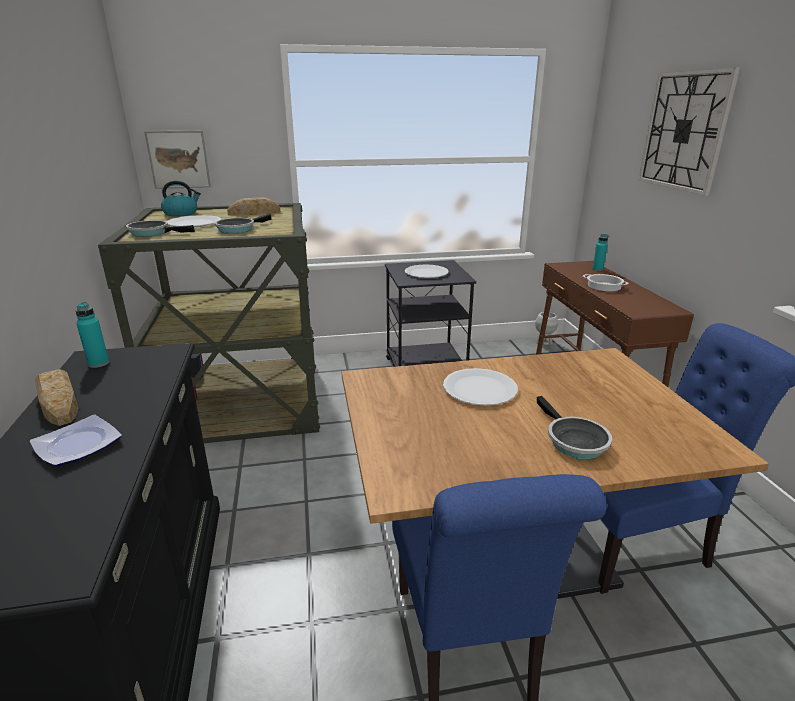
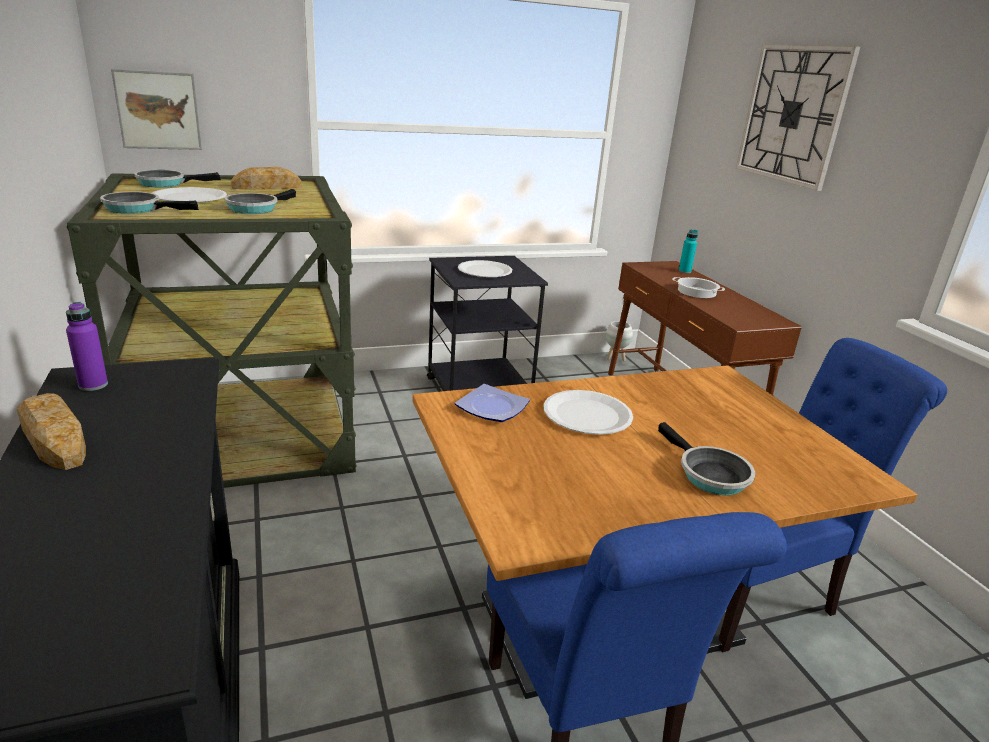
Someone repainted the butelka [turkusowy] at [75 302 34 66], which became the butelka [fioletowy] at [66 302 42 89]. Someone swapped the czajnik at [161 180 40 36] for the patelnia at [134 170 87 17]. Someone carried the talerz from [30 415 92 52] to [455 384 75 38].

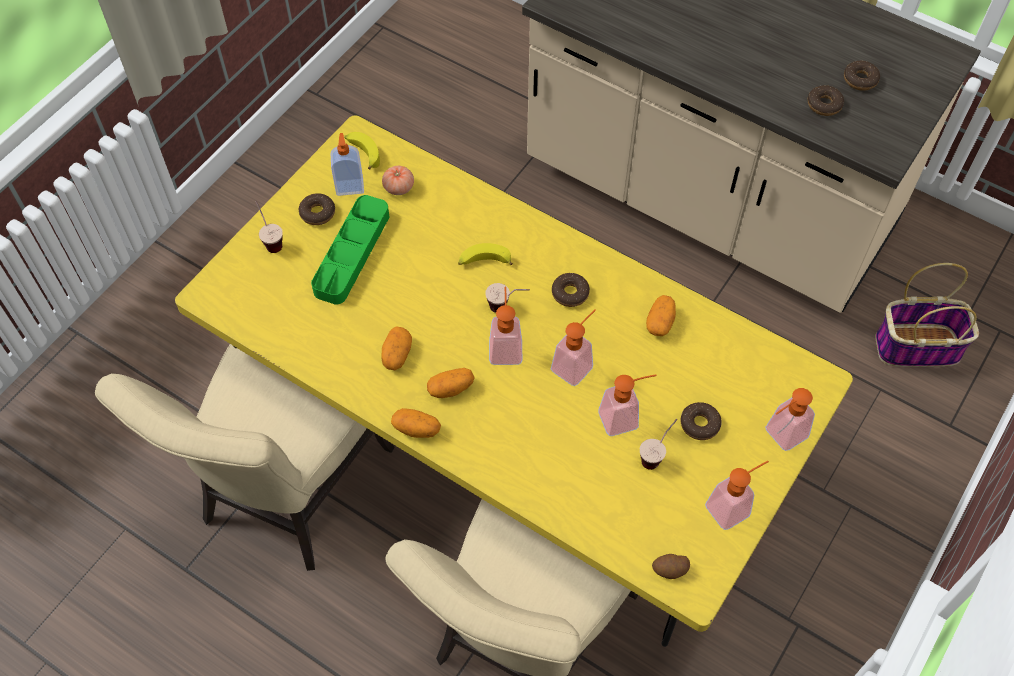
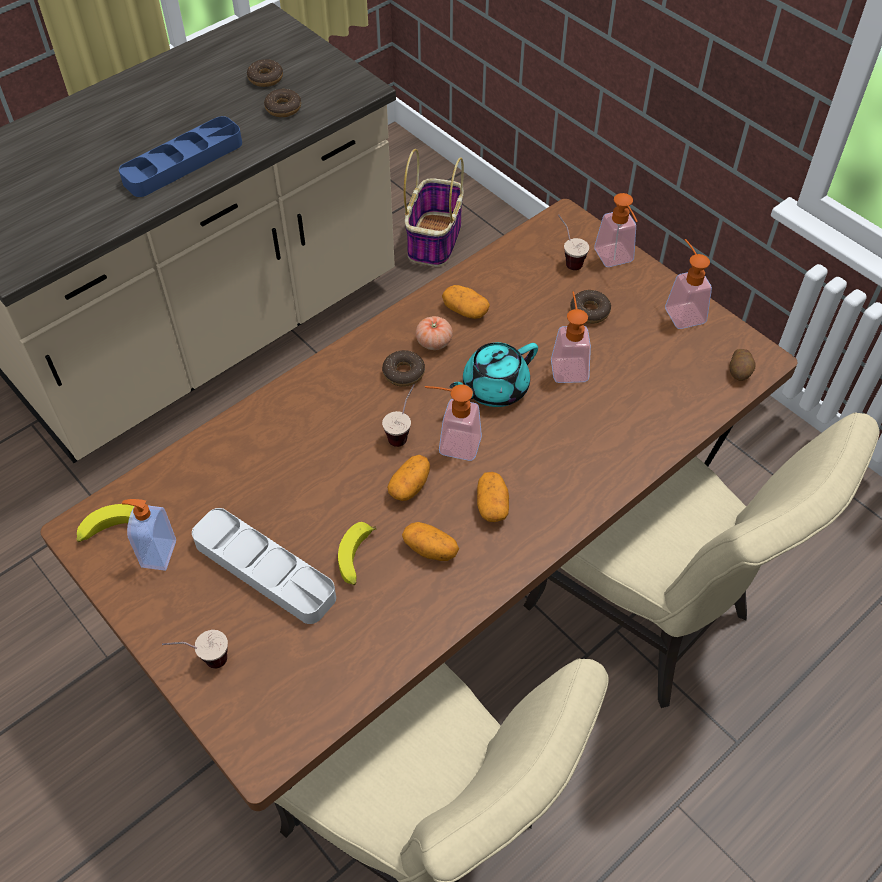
Someone repainted the stół jadalny [żółty] at [175 115 678 532], which became the stół jadalny [brązowy] at [40 199 758 627]. Someone put down the taca [niebieski] at [119 116 123 81]. Someone repainted the taca [zielony] at [311 195 78 110], which became the taca [szary] at [192 508 144 116]. Someone carried the banan from [458 243 55 22] to [338 522 38 63]. Someone carried the ziemniak from [391 408 50 30] to [387 455 43 46]. Someone carried the pomidor from [382 166 32 29] to [415 316 38 34]. Someone swapped the dozownik mydła at [551 309 45 77] for the imbryk [turkusowy] at [449 342 89 65]. Someone carried the filiżanka from [640 419 37 51] to [558 215 31 55]. Someone took away the donut at [299 193 36 32].

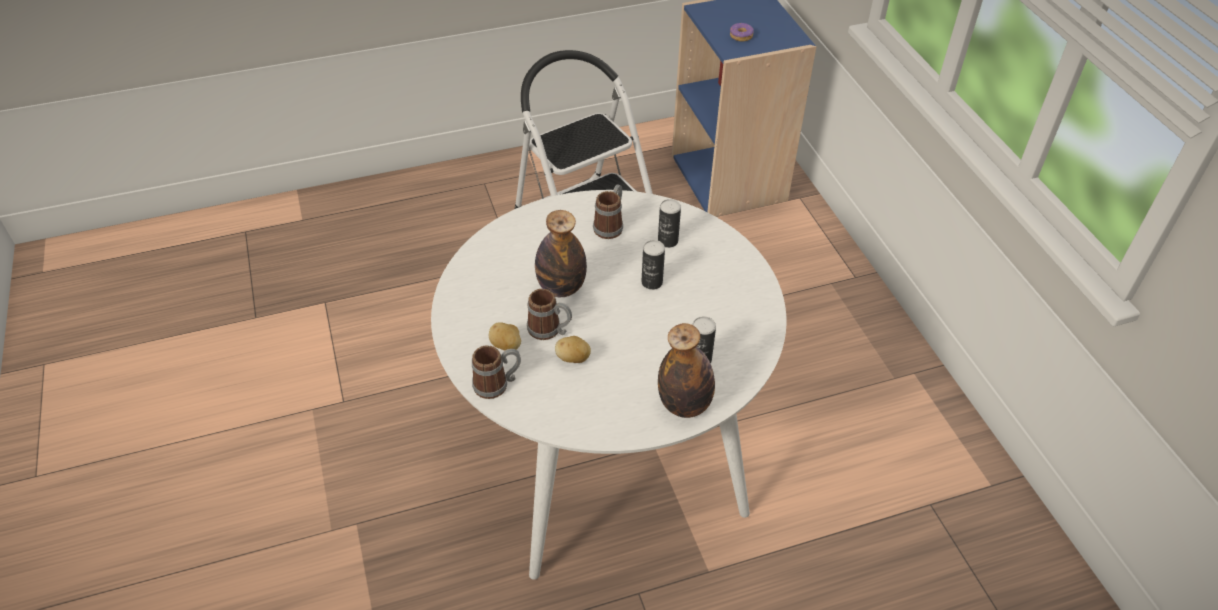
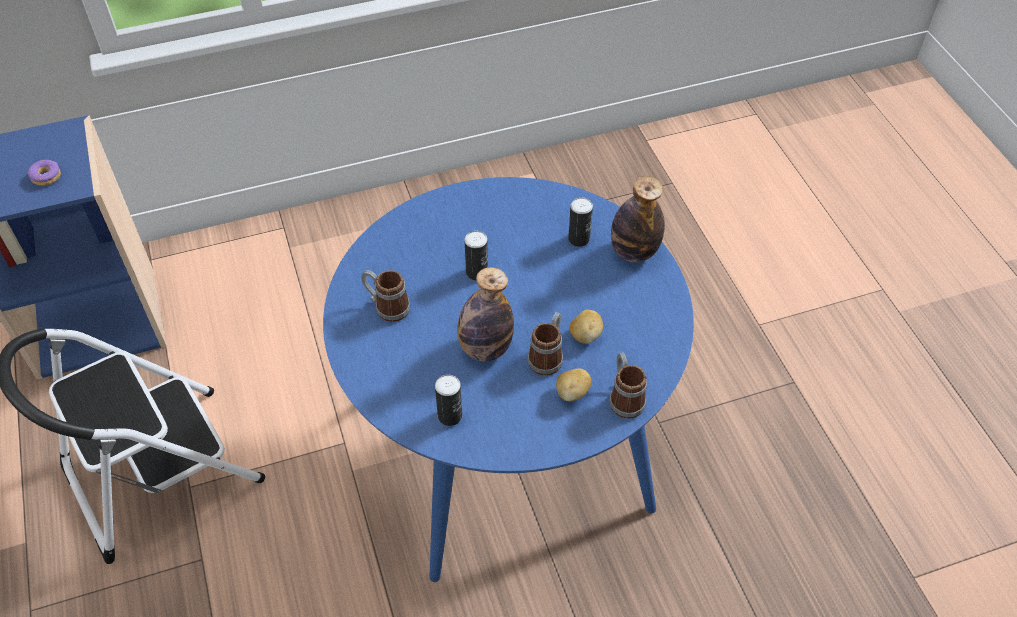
Someone repainted the stół jadalny [biały] at [431 190 356 390], which became the stół jadalny [niebieski] at [323 177 371 405]. Someone carried the puszka from [658 199 23 49] to [435 374 27 52].

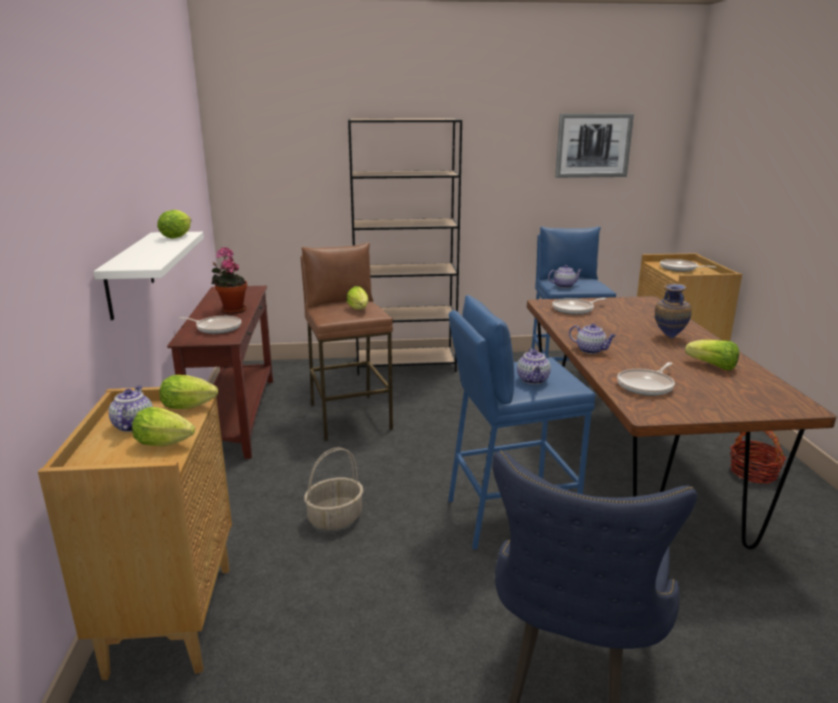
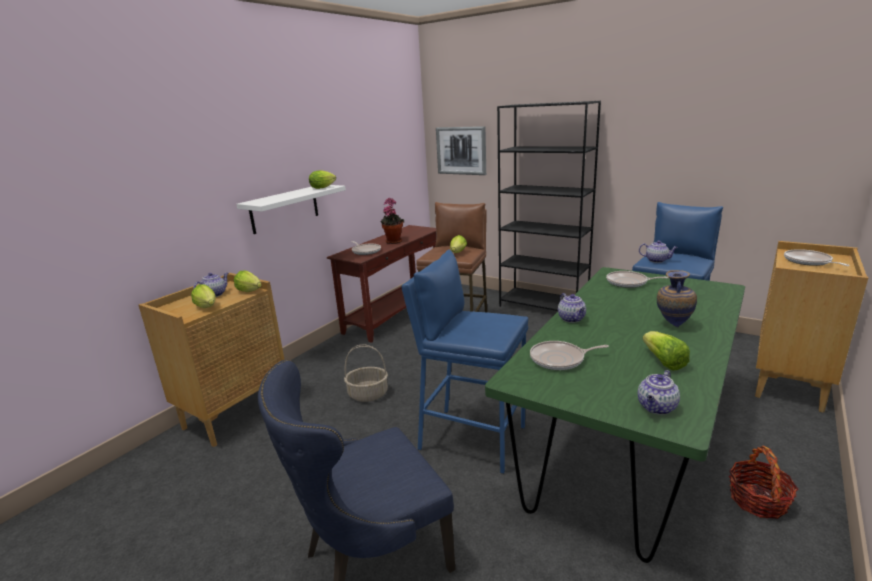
Someone carried the obraz from [555 114 79 64] to [436 126 50 49]. Someone repainted the stół jadalny [brązowy] at [527 296 310 253], which became the stół jadalny [zielony] at [485 267 260 296]. Someone repainted the regał [beżowy] at [348 118 114 257], which became the regał [czarny] at [497 101 104 210]. Someone carried the imbryk from [517 348 34 36] to [638 370 42 45].

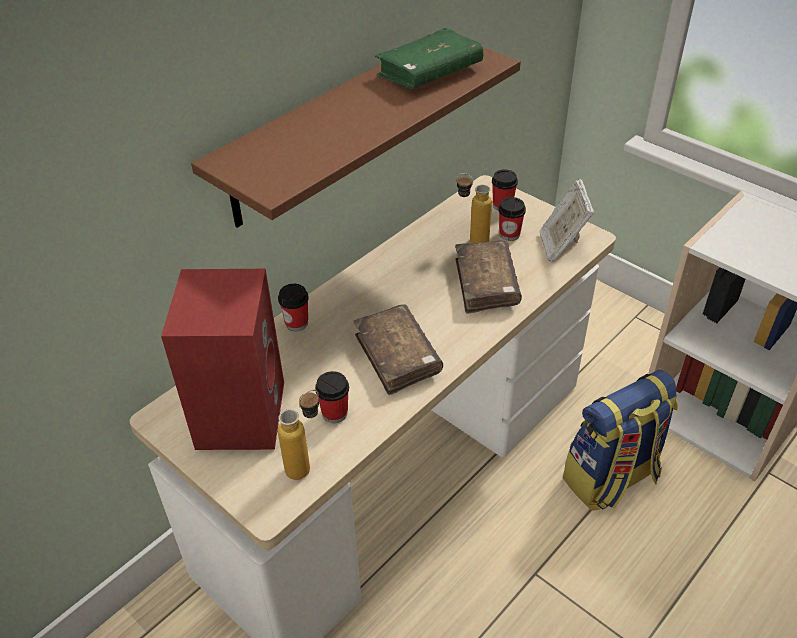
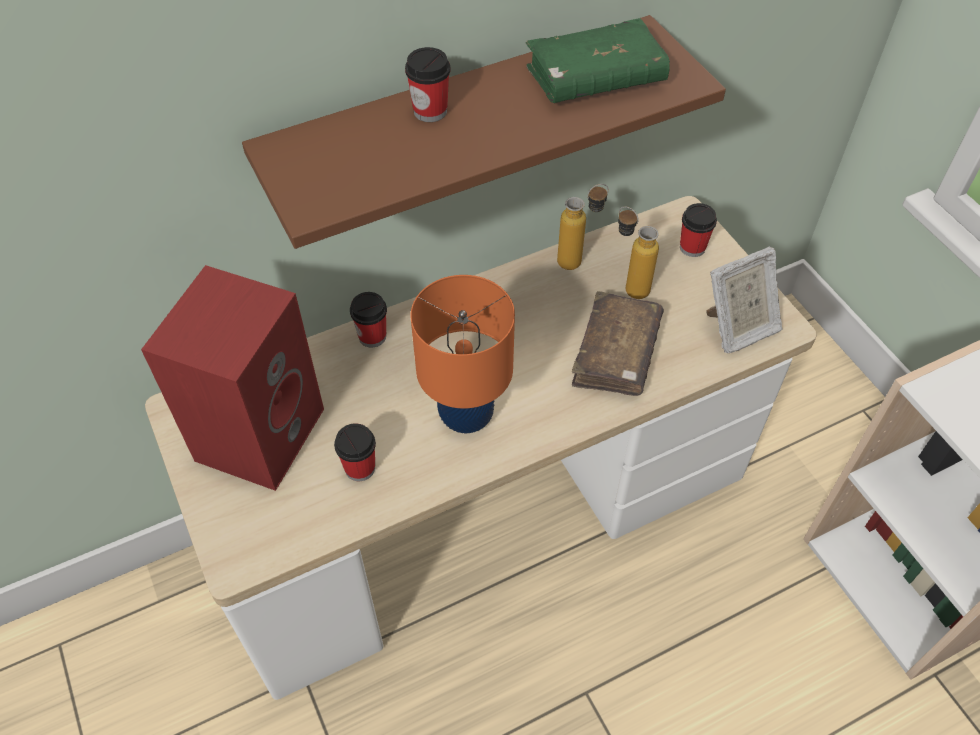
Someone carried the filiżanka from [498 197 28 44] to [405 47 45 75]. Someone swapped the książka [brązowy] at [353 304 90 91] for the lampa stołowa [pomarańczowy] at [410 275 105 158]. Someone carried the butelka from [278 390 41 90] to [557 184 52 86]. Someone rotated the ramka na zdjęcie at [540 179 55 84] by 135 degrees counterclockwise. Someone took away the plecak at [563 370 115 141].

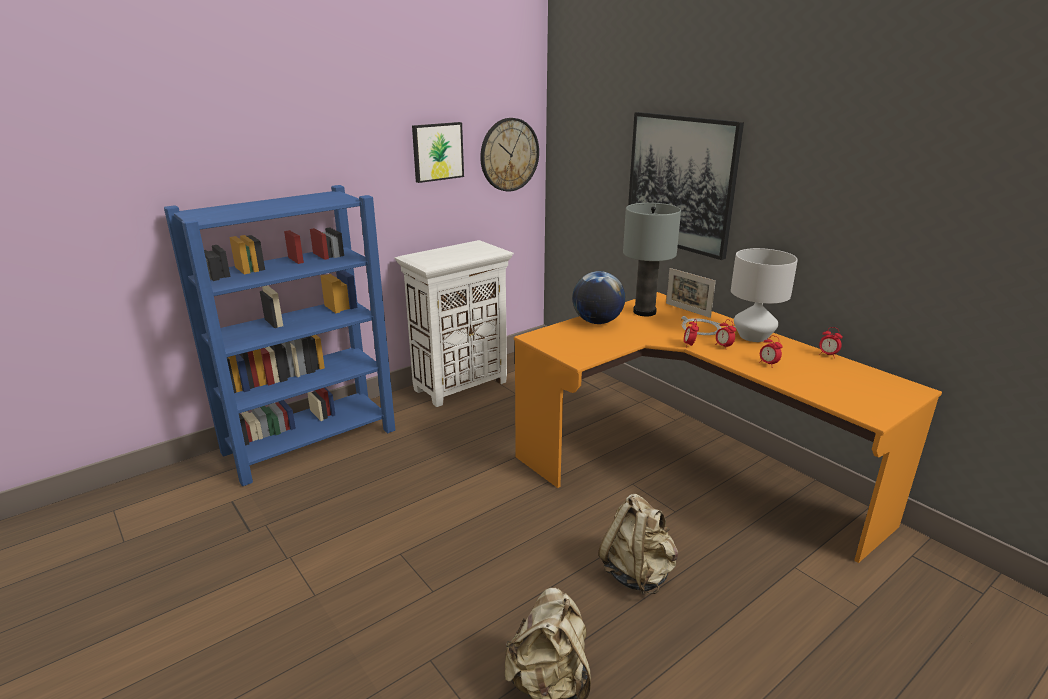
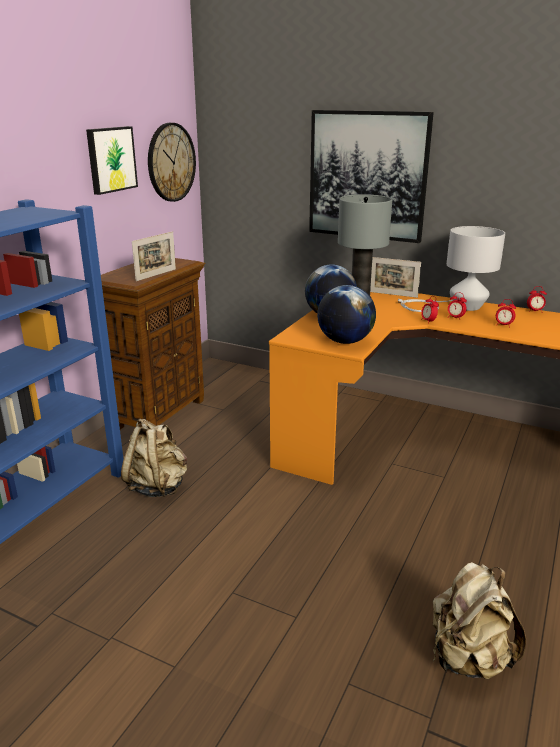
Someone repainted the szafka [biały] at [394 240 120 167], which became the szafka [brązowy] at [101 258 104 171]. Someone carried the plecak [beżowy] from [598 494 80 101] to [121 418 66 79]. Someone put down the ramka na zdjęcie at [132 231 44 50]. Someone put down the globus at [317 285 59 59].

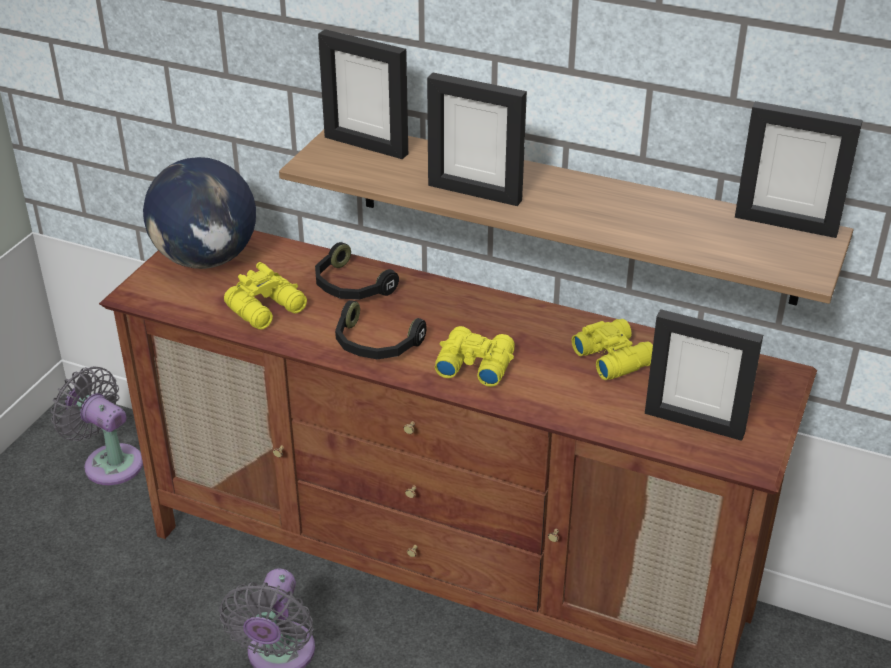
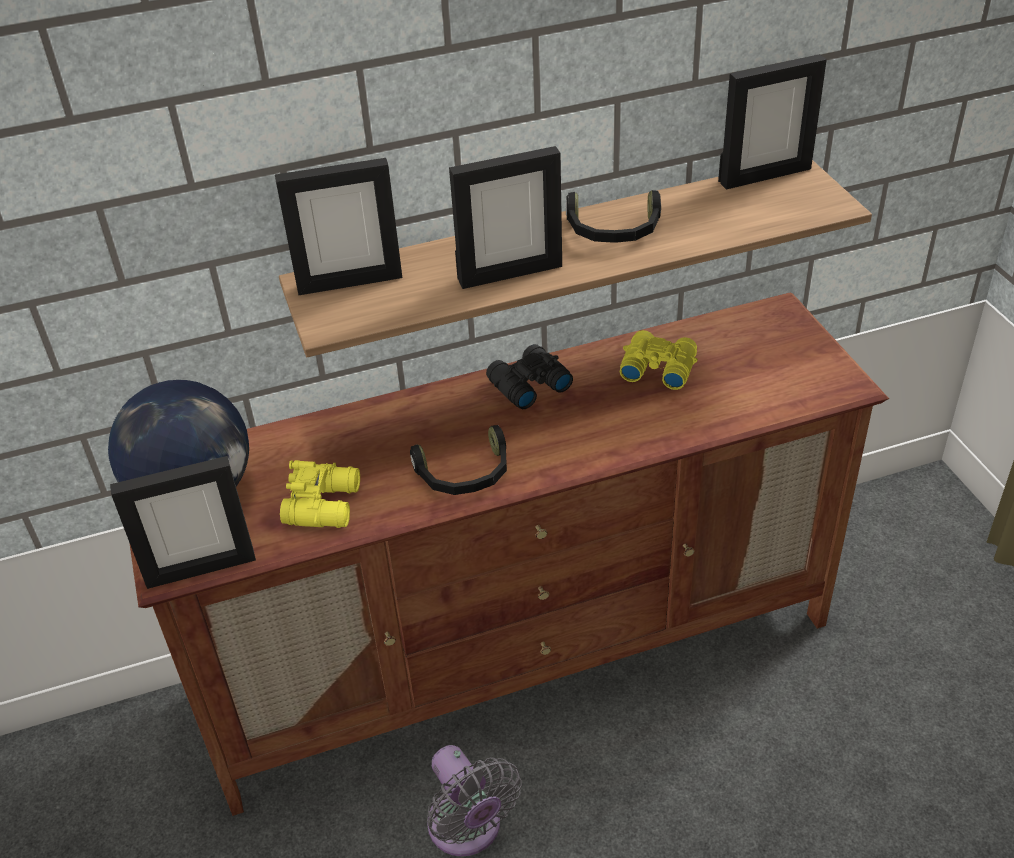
Someone carried the ramka na zdjęcie from [645 309 118 132] to [110 456 146 133]. Someone put down the lornetka [czarny] at [486 344 87 65]. Someone carried the słuchawki [czarny] from [315 242 84 58] to [566 190 95 53]. Someone took away the wentylator [szary] at [51 366 92 119]. Someone took away the lornetka [żółty] at [435 326 80 61].

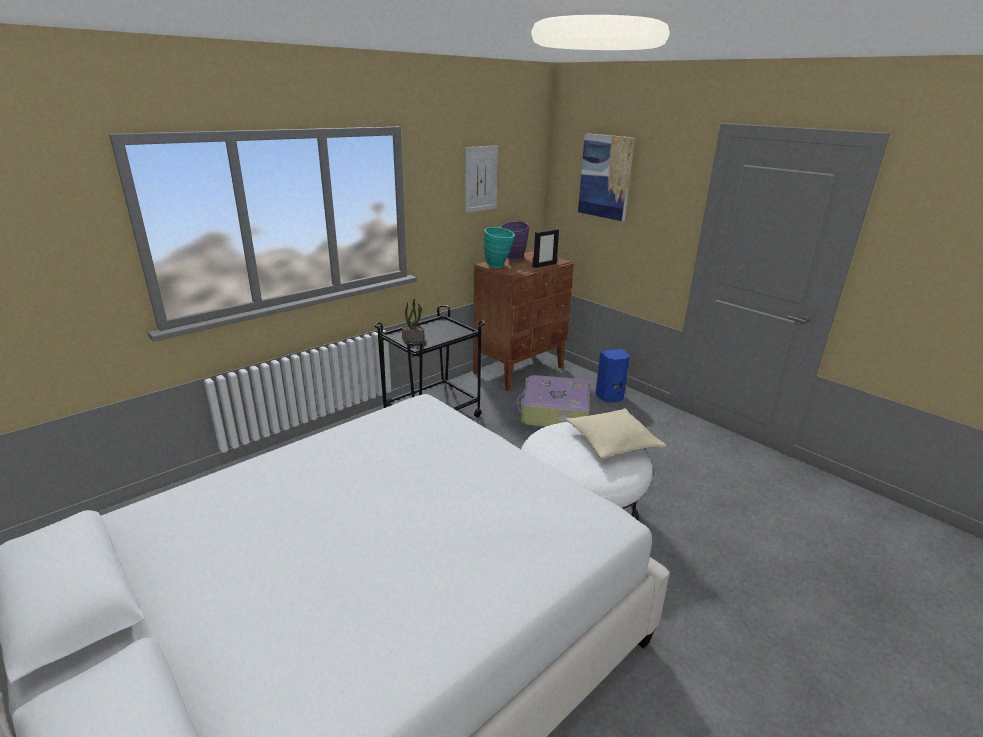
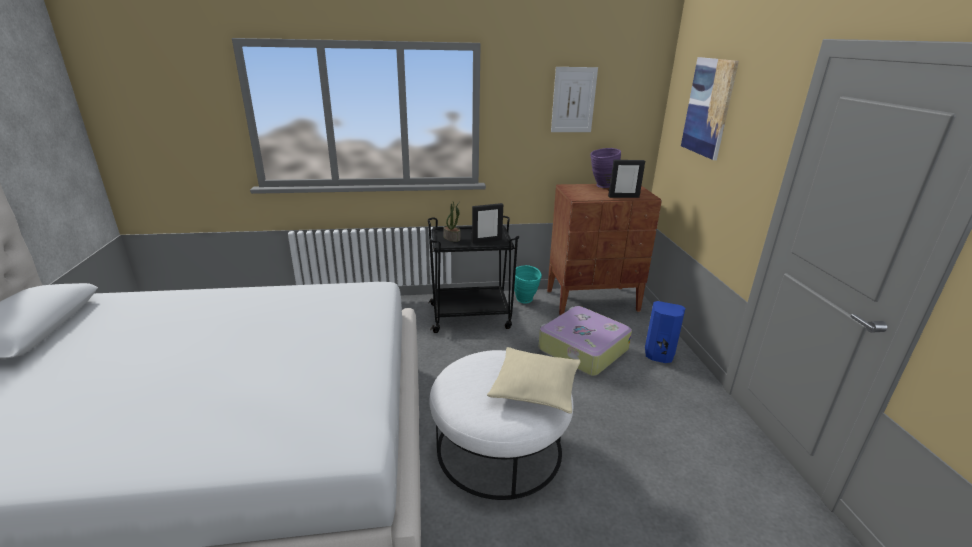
Someone put down the ramka na zdjęcie at [472 203 31 41]. Someone carried the wazon [turkusowy] from [484 227 31 41] to [514 265 28 39].

